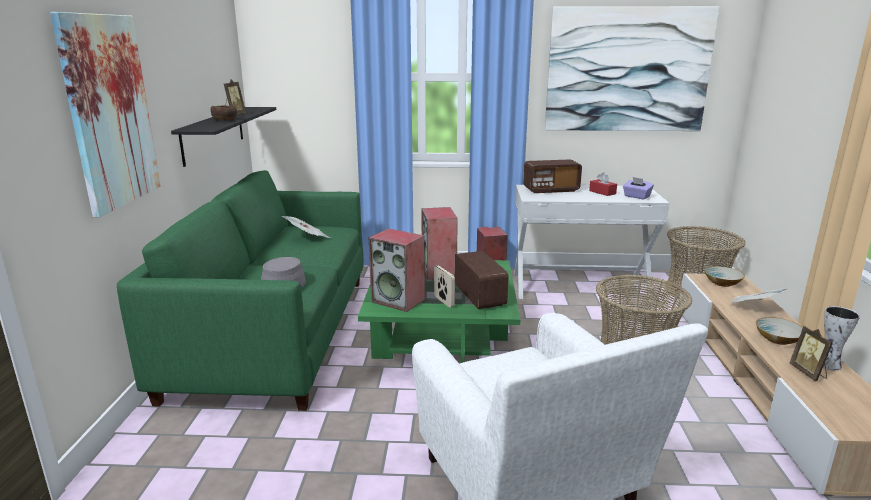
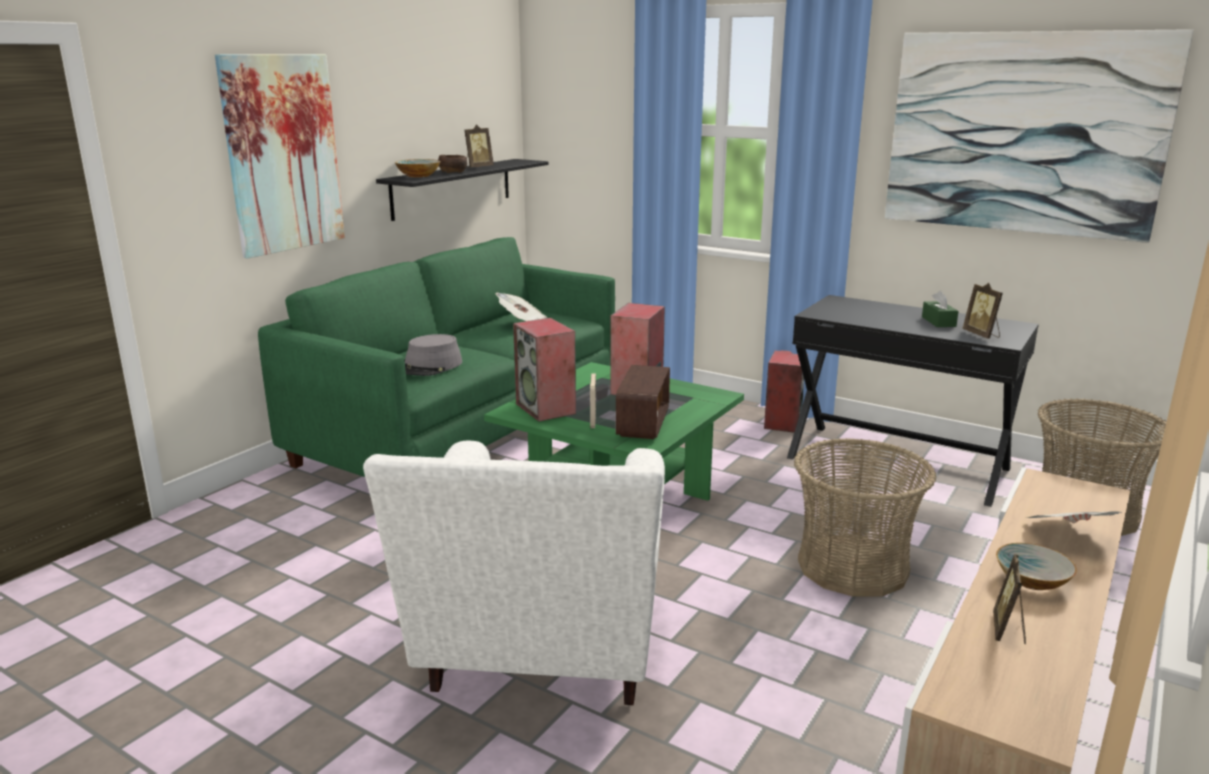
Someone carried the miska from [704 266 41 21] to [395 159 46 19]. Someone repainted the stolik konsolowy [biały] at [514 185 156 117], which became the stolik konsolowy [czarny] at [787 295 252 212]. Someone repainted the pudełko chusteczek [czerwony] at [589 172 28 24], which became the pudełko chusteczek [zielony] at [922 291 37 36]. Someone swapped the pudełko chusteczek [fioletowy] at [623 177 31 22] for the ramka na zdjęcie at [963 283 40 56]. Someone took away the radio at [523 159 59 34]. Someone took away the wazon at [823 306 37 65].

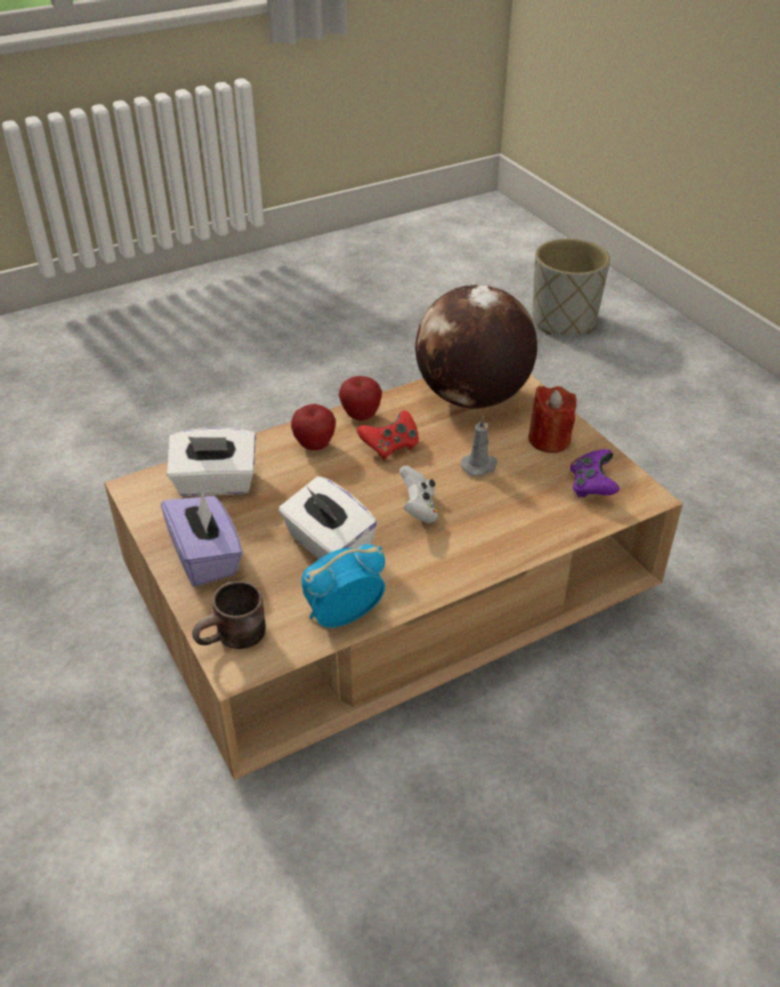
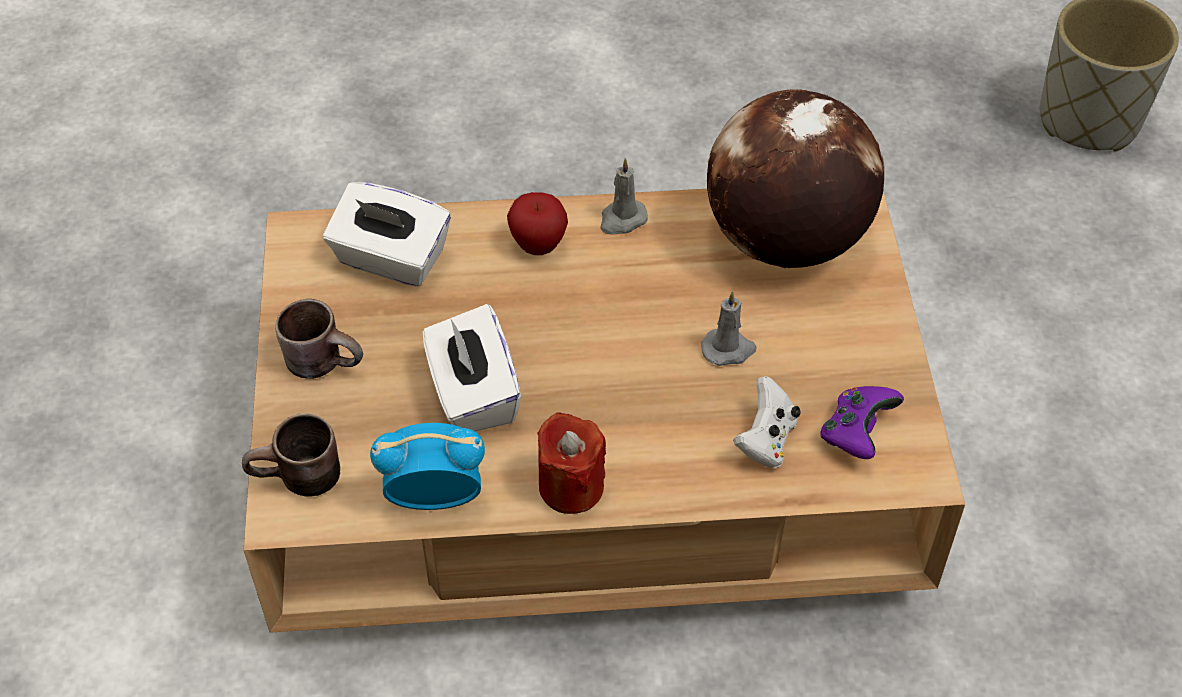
Someone swapped the pudełko chusteczek [fioletowy] at [161 492 82 95] for the kubek [brązowy] at [275 299 88 80]. Someone carried the świeca [czerwony] from [528 386 48 67] to [537 412 69 102]. Someone swapped the jabłko at [339 376 43 45] for the świeca [szary] at [600 158 48 76]. Someone carried the pad do gier [biały] from [399 465 39 58] to [733 376 68 92]. Someone took away the pad do gier [czerwony] at [357 410 62 50].

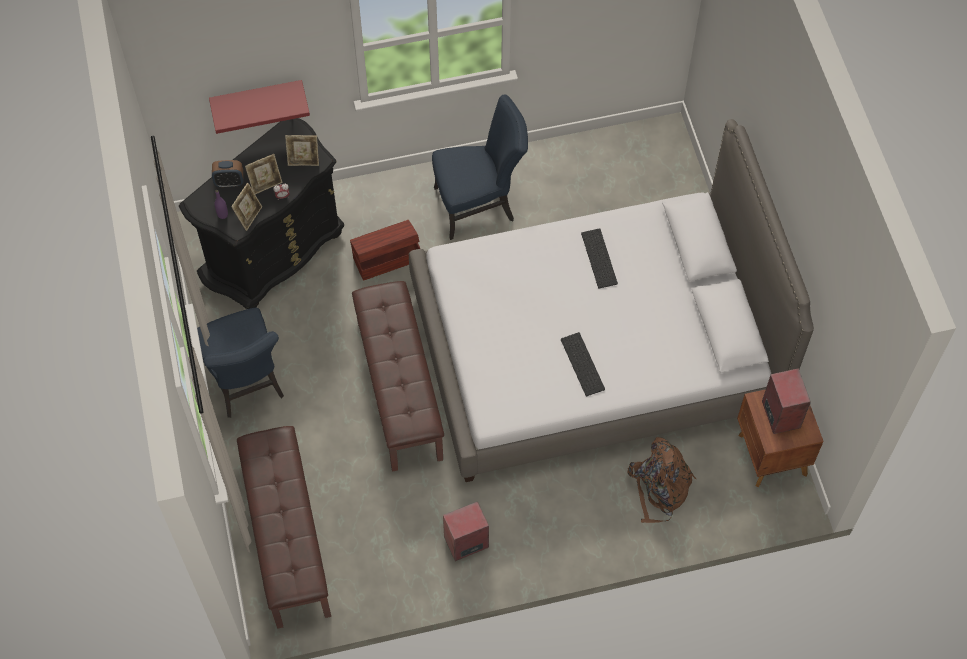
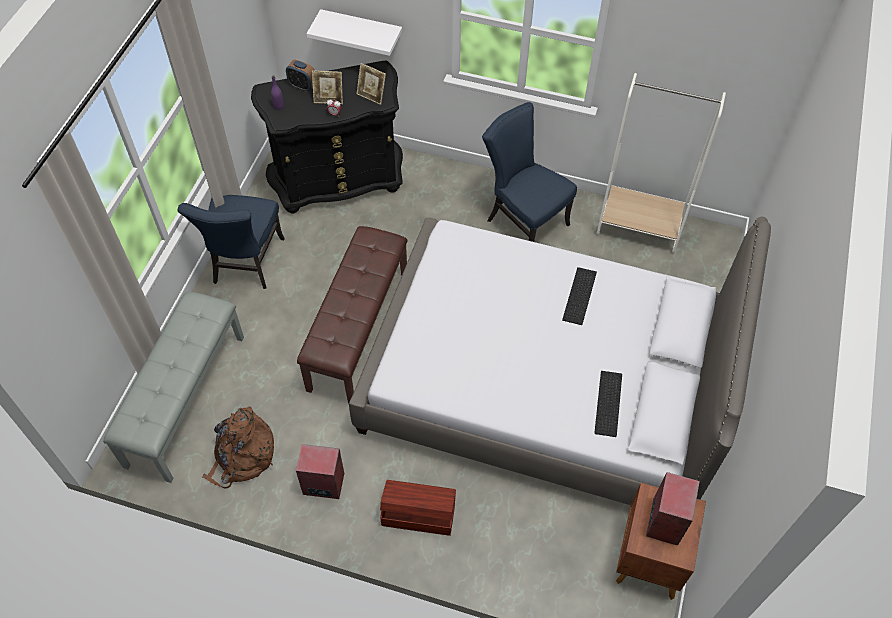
Someone repainted the ławka [brązowy] at [237 426 94 203], which became the ławka [szary] at [103 292 141 191]. Someone carried the plecak [brązowy] from [627 437 69 86] to [202 406 72 82]. Someone repainted the półka [czerwony] at [209 80 101 54], which became the półka [biały] at [306 9 96 47]. Someone carried the pojemnik do przechowywania [brązowy] from [350 220 70 61] to [380 480 76 56]. Someone rotated the krzesło [niebieski] at [432 94 96 146] by 150 degrees counterclockwise. Someone carried the klawiatura from [561 332 44 64] to [594 371 28 66]. Someone put down the wieszak at [597 73 129 180]. Someone took away the ramka na zdjęcie at [231 183 31 48].

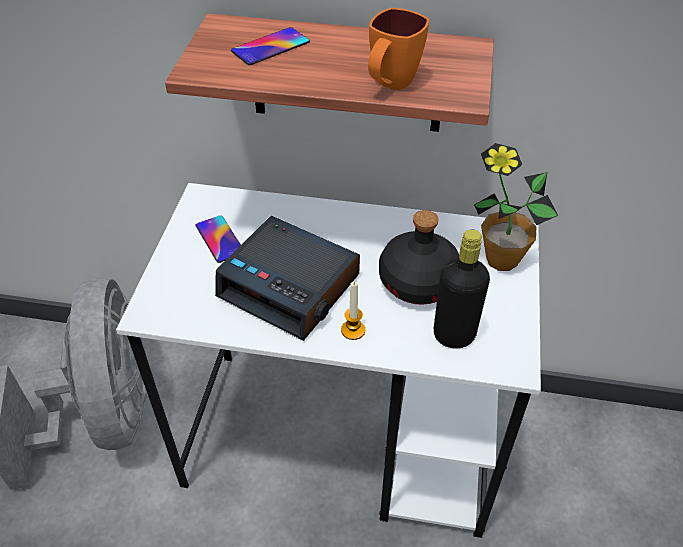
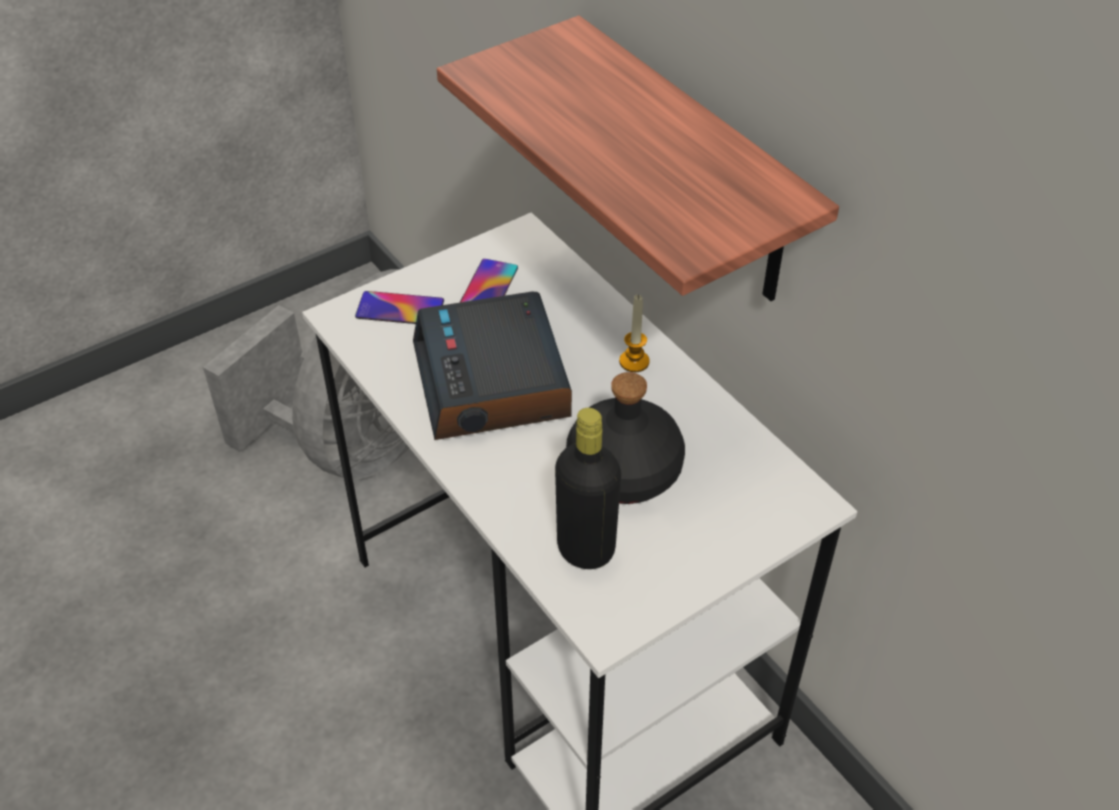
Someone carried the telefon from [231 27 79 38] to [355 291 89 33]. Someone carried the świeca from [341 282 24 58] to [619 295 31 77]. Someone took away the kubek [pomarańczowy] at [368 8 61 82]. Someone took away the roślina doniczkowa at [474 143 84 128].

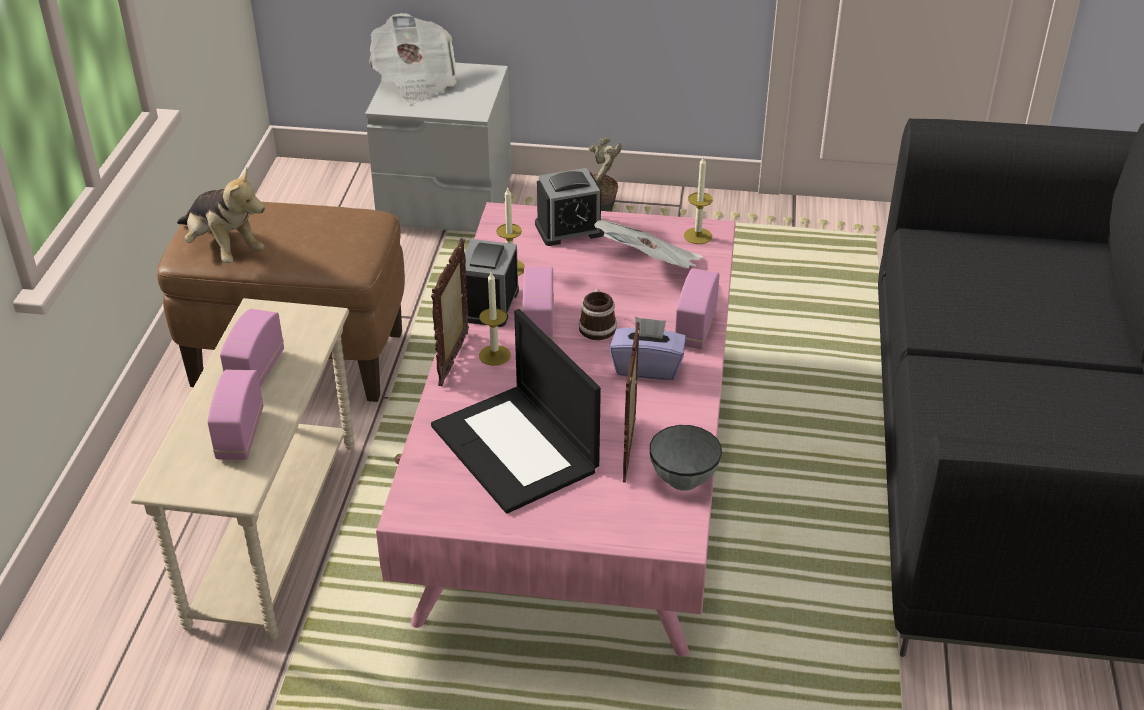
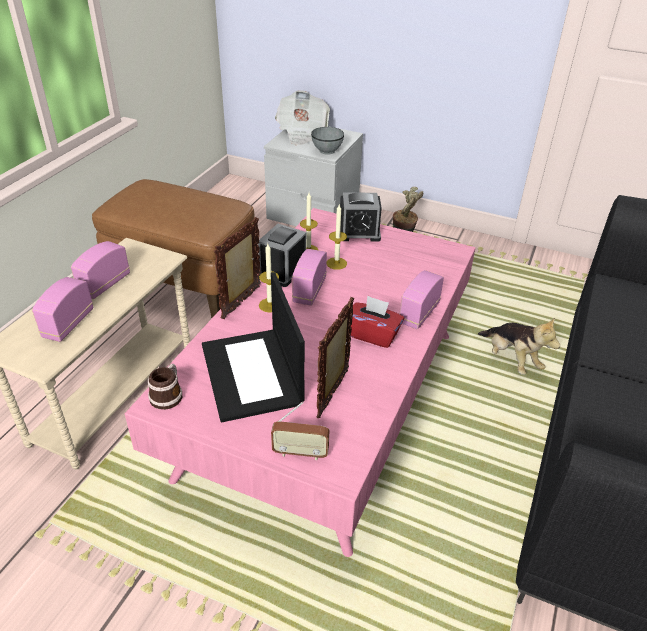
Someone carried the kubek from [578 289 39 51] to [148 364 34 46]. Someone put down the radio at [271 401 59 59]. Someone carried the miska [szary] from [650 425 72 66] to [311 127 33 28]. Someone carried the świeca from [684 155 29 89] to [327 205 20 65]. Someone repainted the pudełko chusteczek [fioletowy] at [610 316 76 64], which became the pudełko chusteczek [czerwony] at [350 296 54 52]. Someone carried the pluszak from [177 168 88 95] to [478 317 82 58]. Someone took away the gazeta at [594 220 109 49].

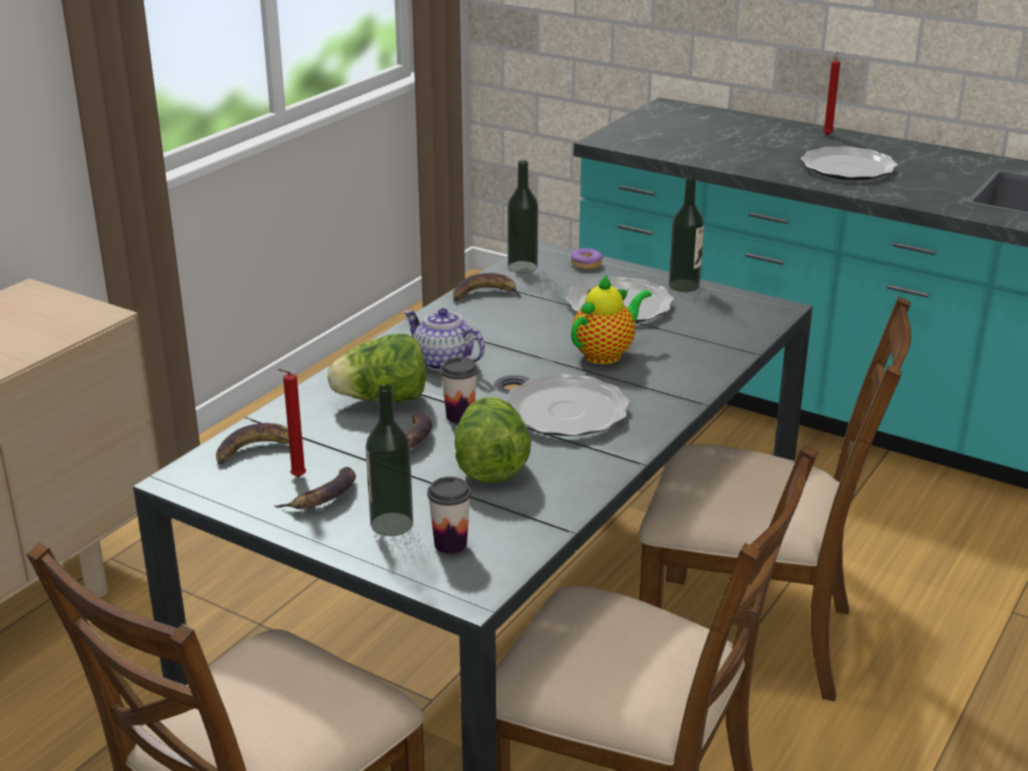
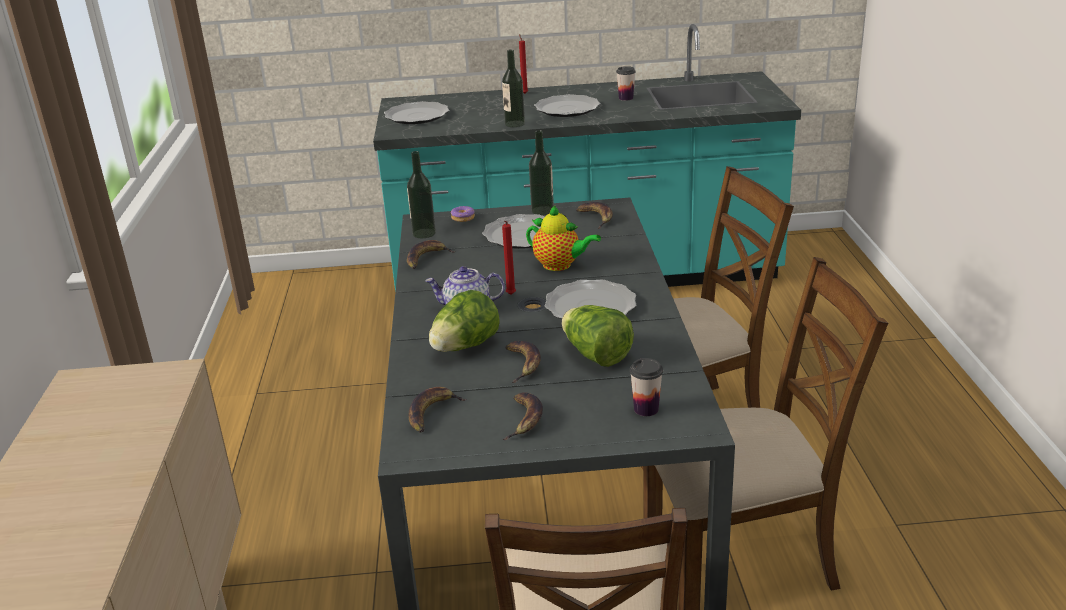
Someone put down the talerz at [384 101 66 23]. Someone carried the butelka from [366 384 47 152] to [502 49 23 78]. Someone carried the świeca [czerwony] from [277 369 29 108] to [502 221 14 74]. Someone rotated the imbryk at [571 274 81 90] by 105 degrees clockwise. Someone put down the banan at [576 202 37 27]. Someone carried the filiżanka from [440 357 38 66] to [616 66 19 35].

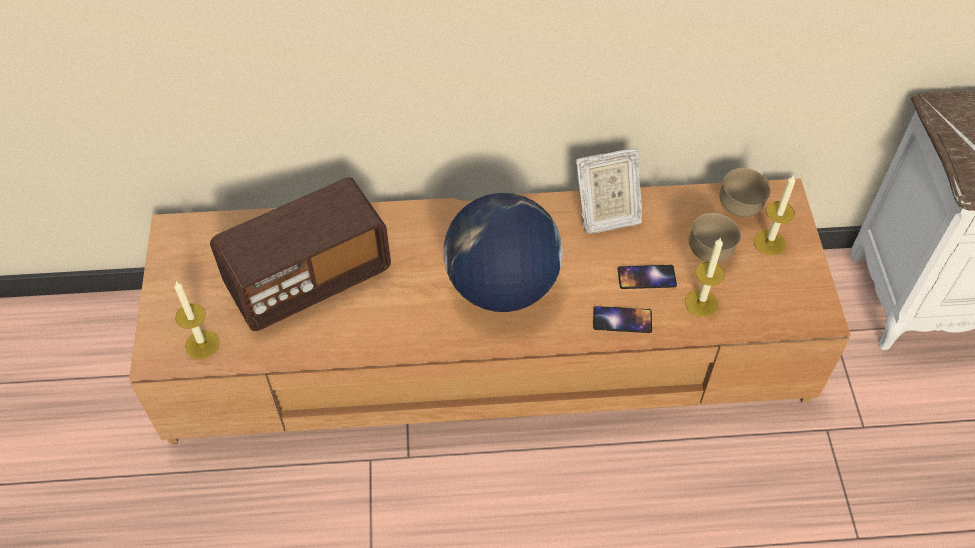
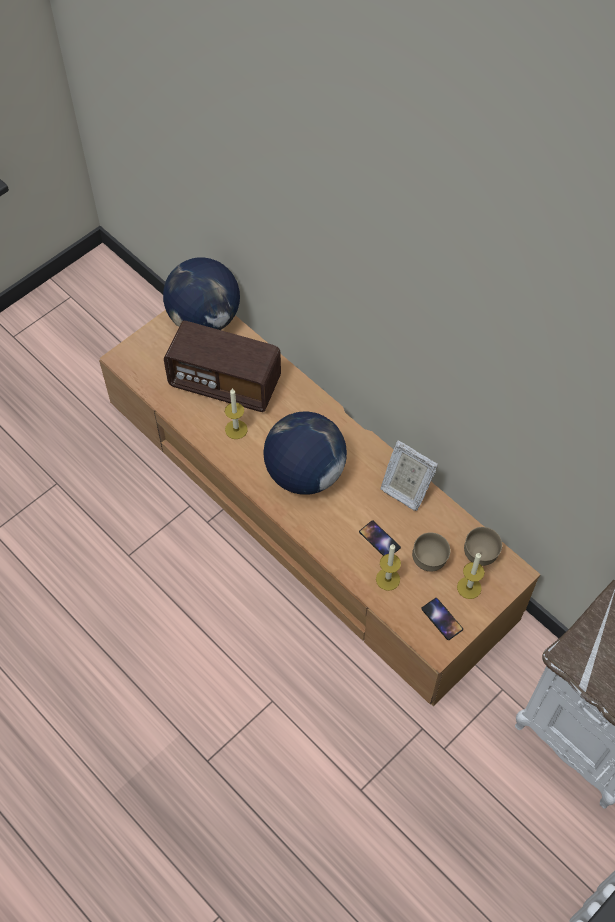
Someone put down the globus at [163 257 77 73]. Someone carried the świeca from [174 281 46 78] to [225 389 23 50]. Someone carried the telefon from [593 306 59 27] to [421 598 42 42].

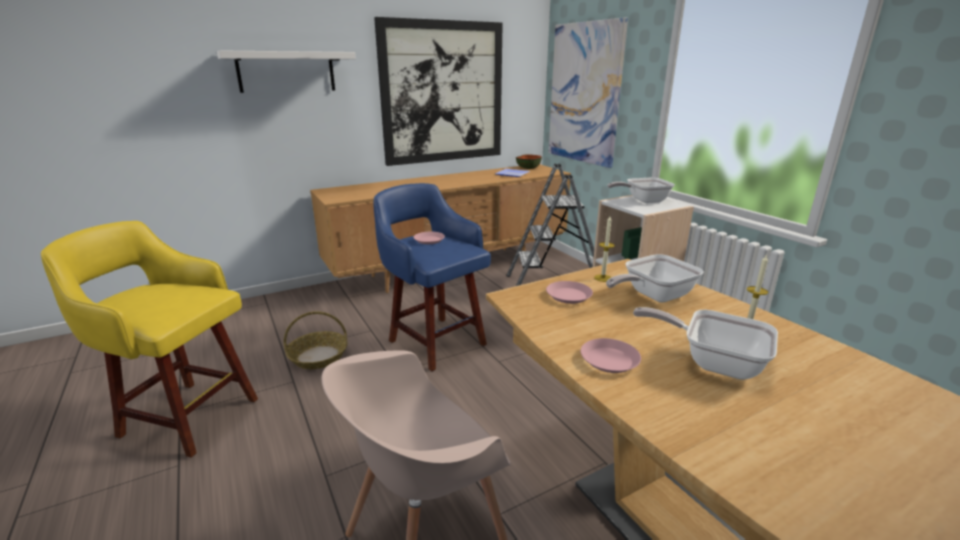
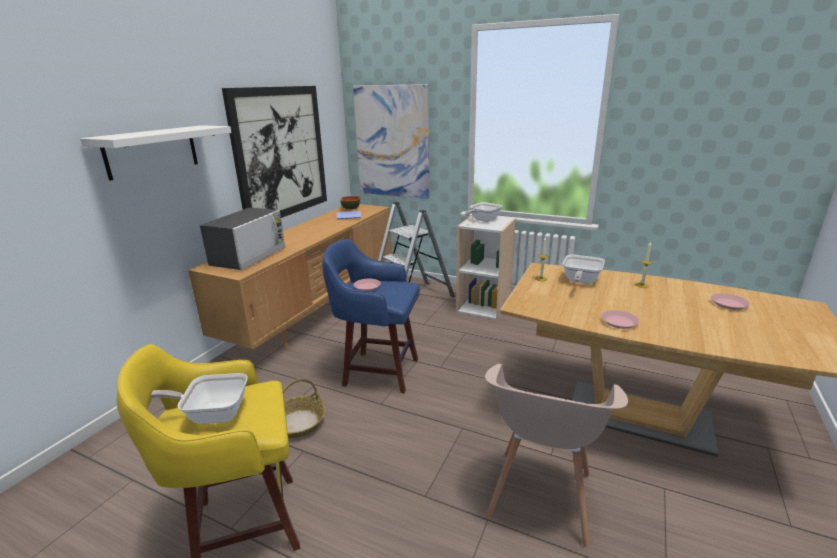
Someone carried the patelnia from [633 307 145 73] to [151 373 97 51]. Someone put down the mikrofalówka at [200 208 85 62]. Someone carried the talerz [różowy] from [546 281 47 23] to [711 293 39 17].

